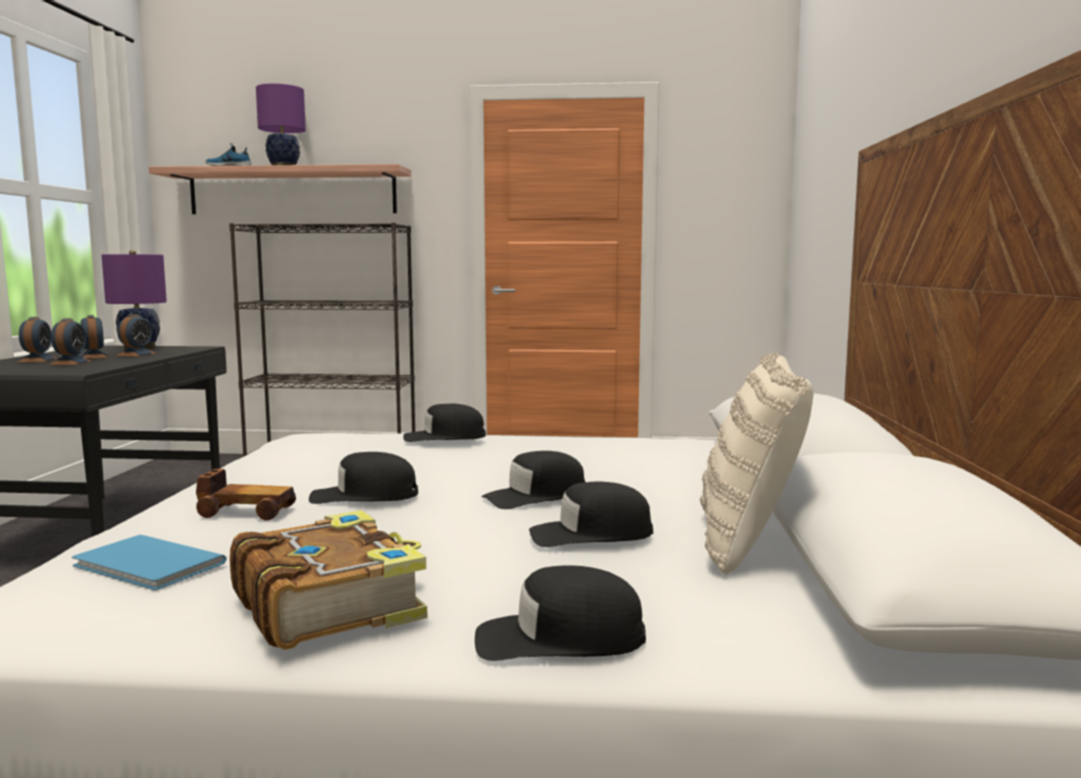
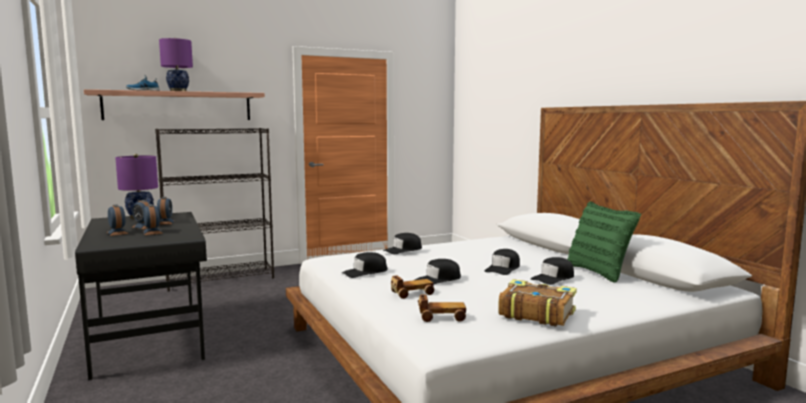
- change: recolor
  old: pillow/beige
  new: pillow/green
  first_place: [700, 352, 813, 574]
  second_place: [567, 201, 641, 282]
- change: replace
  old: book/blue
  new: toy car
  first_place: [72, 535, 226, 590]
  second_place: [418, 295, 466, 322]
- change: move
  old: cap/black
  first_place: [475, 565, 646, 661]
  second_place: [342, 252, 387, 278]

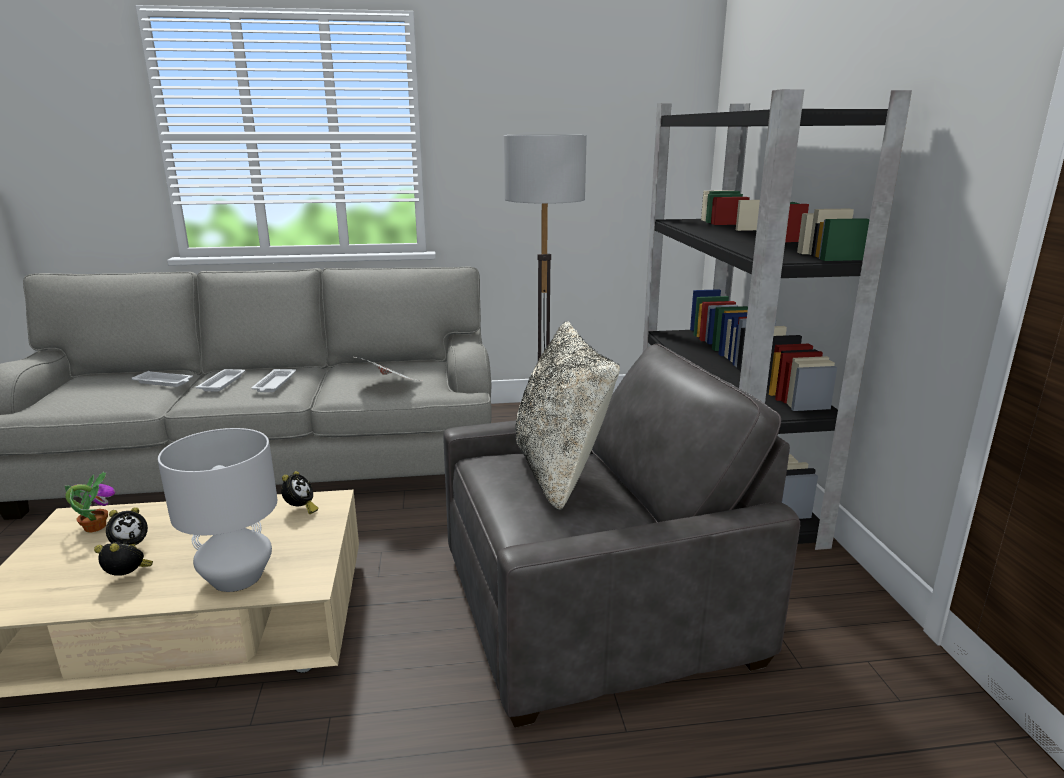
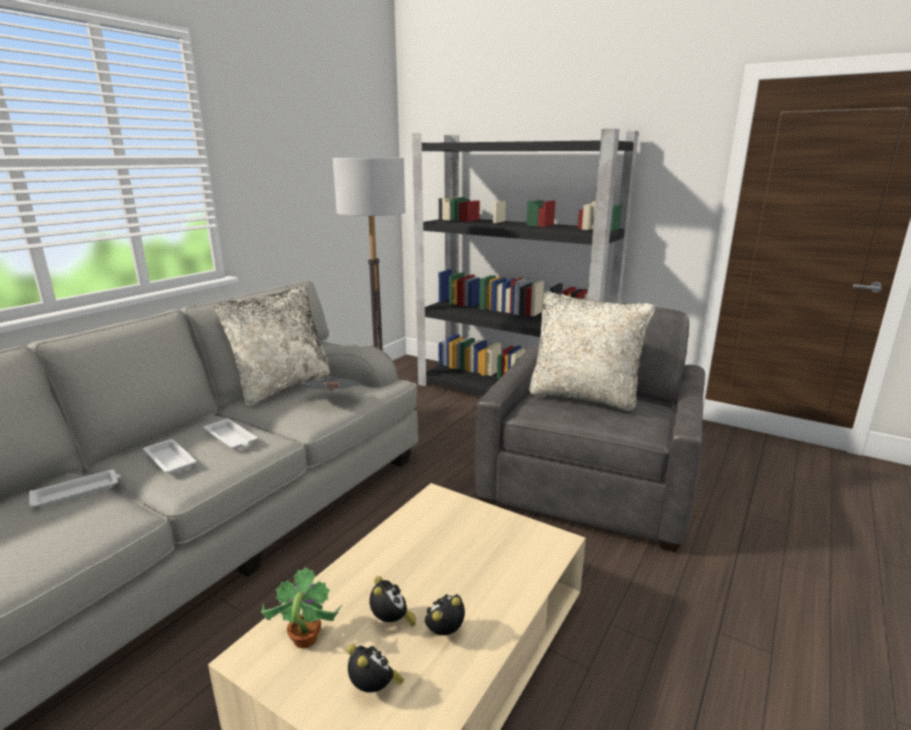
- change: delete
  old: table lamp/grey
  first_place: [158, 428, 277, 592]
- change: move
  old: alarm clock
  first_place: [281, 471, 319, 514]
  second_place: [347, 644, 404, 693]
- change: insert
  new: pillow/beige
  second_place: [214, 285, 330, 406]

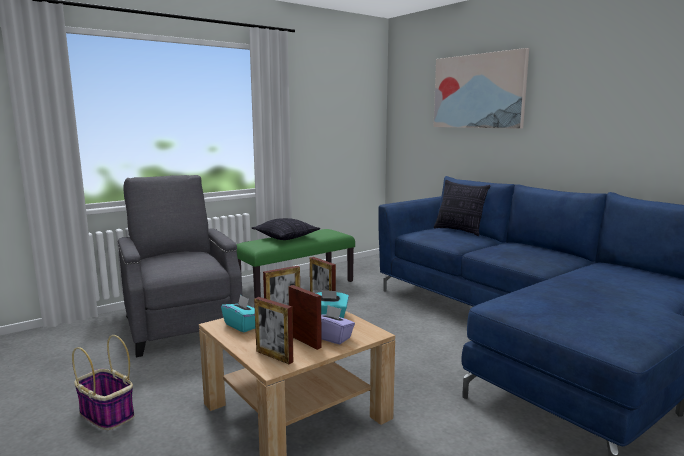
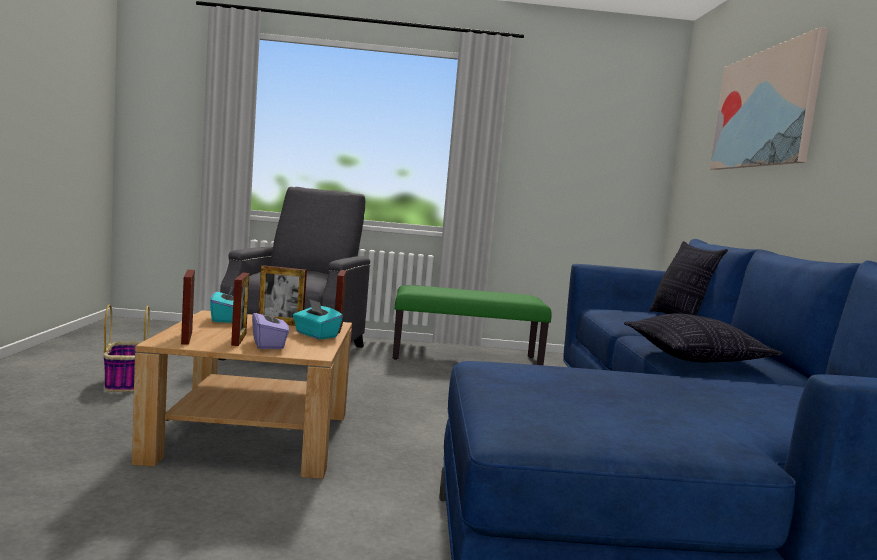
- change: move
  old: pillow
  first_place: [251, 218, 321, 240]
  second_place: [624, 314, 783, 362]

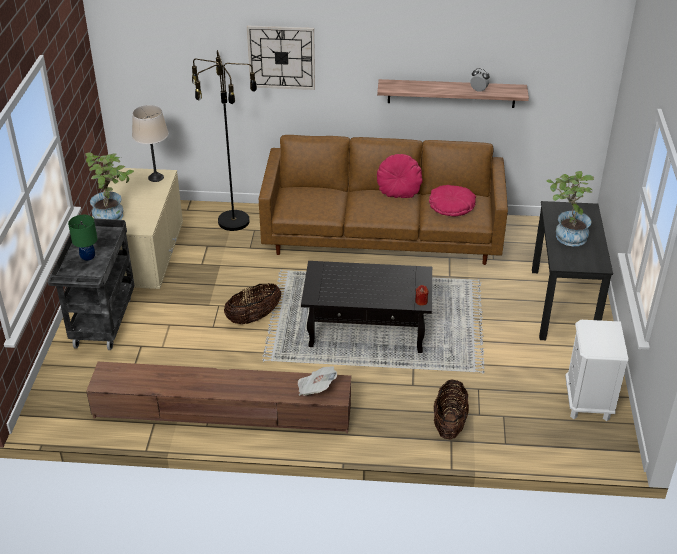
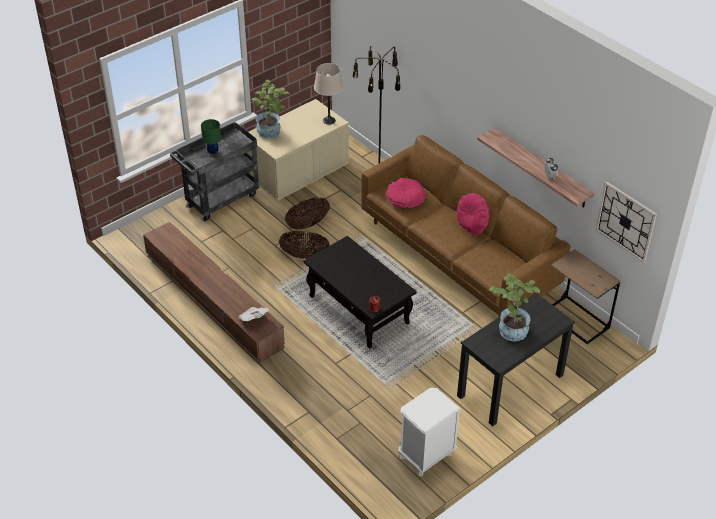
- change: move
  old: wall clock
  first_place: [247, 26, 315, 90]
  second_place: [595, 181, 657, 263]
- change: move
  old: pillow/pink
  first_place: [429, 185, 476, 217]
  second_place: [386, 178, 426, 208]
- change: move
  old: basket
  first_place: [434, 379, 469, 440]
  second_place: [285, 198, 330, 229]
- change: insert
  new: side table/brown
  second_place: [551, 249, 621, 344]

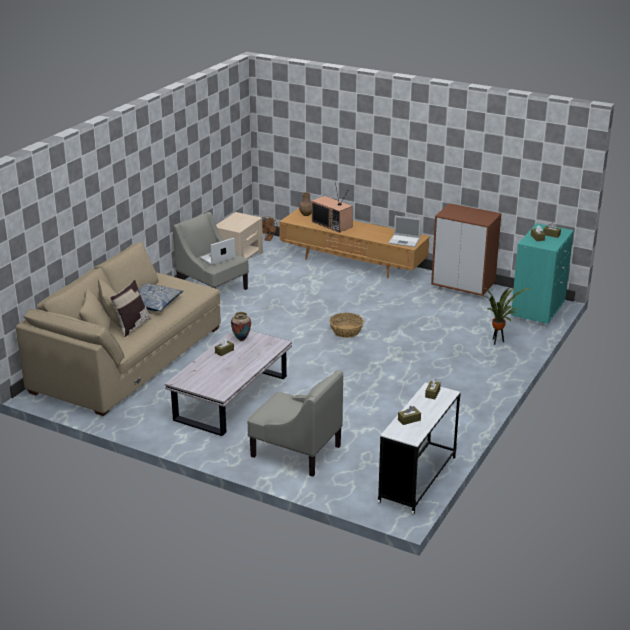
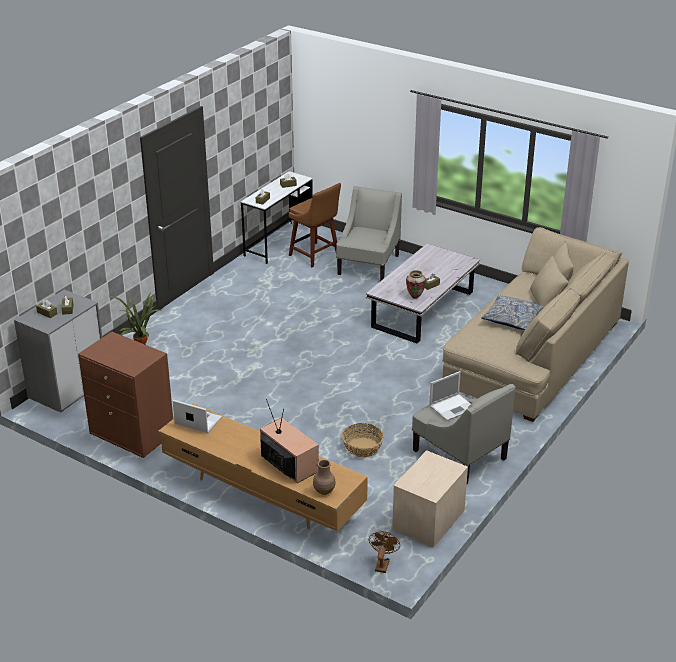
- change: recolor
  old: cabinet/turquoise
  new: cabinet/grey
  first_place: [511, 223, 574, 325]
  second_place: [14, 289, 102, 413]
- change: delete
  old: pillow
  first_place: [110, 280, 151, 337]
- change: move
  old: basket
  first_place: [329, 313, 364, 338]
  second_place: [342, 423, 384, 457]
- change: rotate
  old: armchair/grey
  first_place: [247, 370, 343, 477]
  second_place: [336, 186, 402, 281]
  degrees: 75
- change: insert
  new: chair/brown
  second_place: [289, 183, 341, 267]

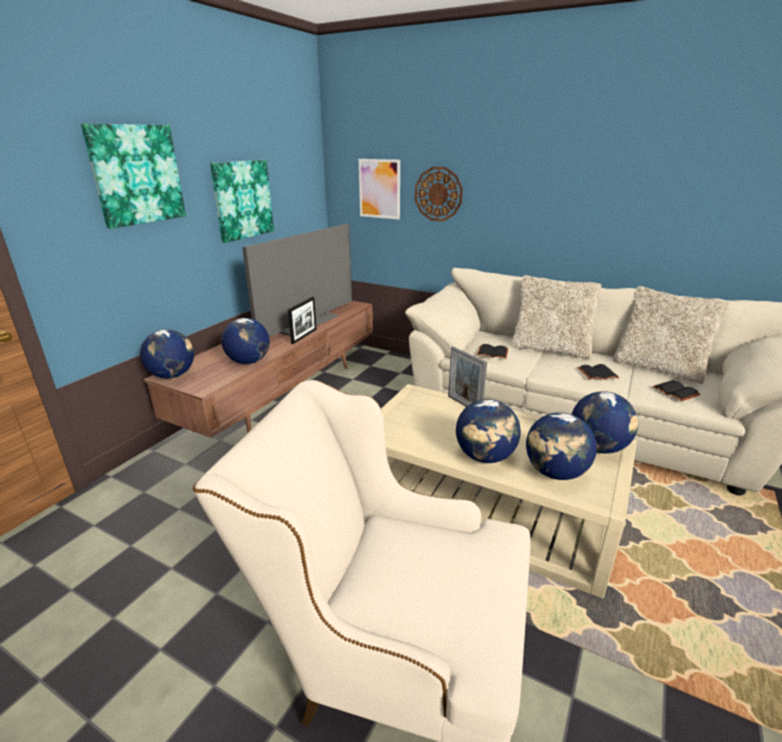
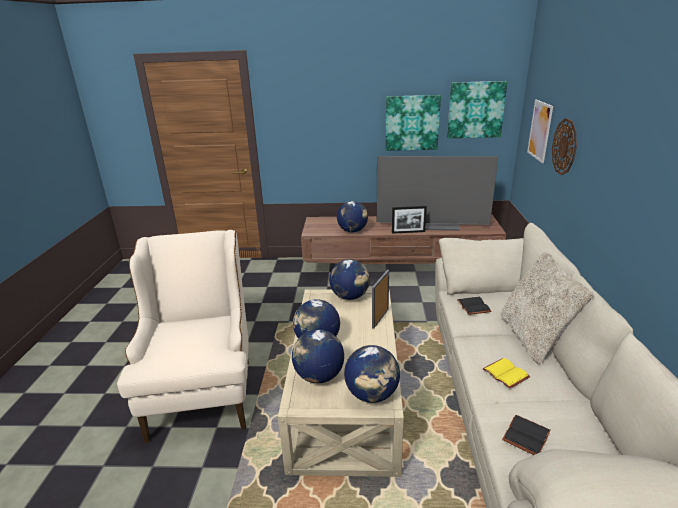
- change: move
  old: picture
  first_place: [81, 124, 186, 229]
  second_place: [447, 81, 507, 138]
- change: delete
  old: pillow/beige
  first_place: [613, 286, 729, 384]
- change: move
  old: globe
  first_place: [140, 329, 194, 378]
  second_place: [329, 259, 370, 300]
- change: recolor
  old: book/black
  new: book/yellow
  first_place: [578, 364, 620, 380]
  second_place: [483, 358, 530, 389]

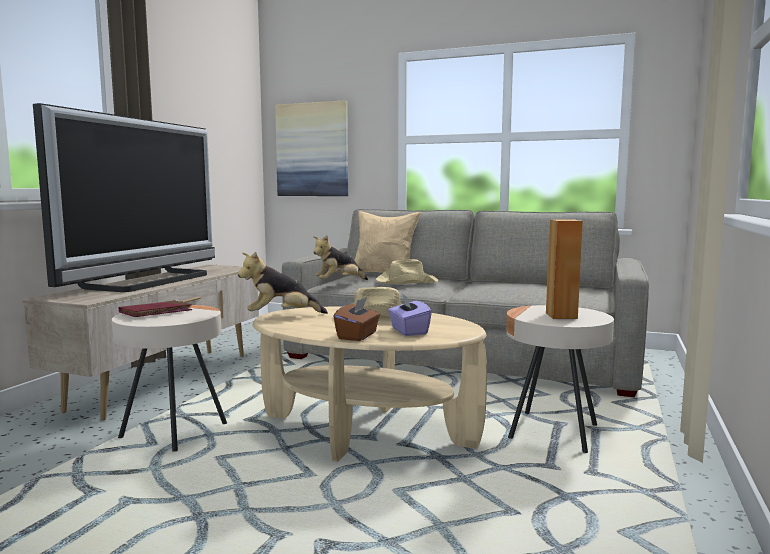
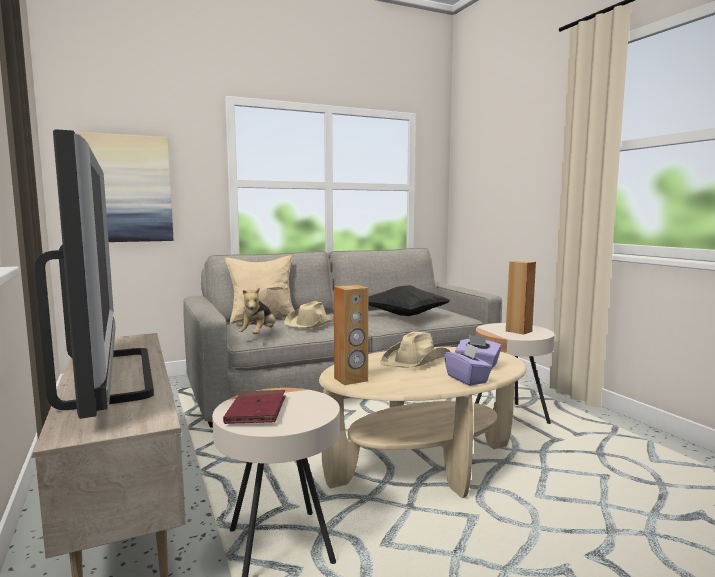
- change: replace
  old: plush toy
  new: speaker/brown
  first_place: [238, 252, 328, 314]
  second_place: [334, 285, 368, 385]
- change: recolor
  old: tissue box/brown
  new: tissue box/purple
  first_place: [333, 297, 380, 341]
  second_place: [444, 343, 493, 386]
- change: insert
  new: pillow/black
  second_place: [368, 285, 450, 316]

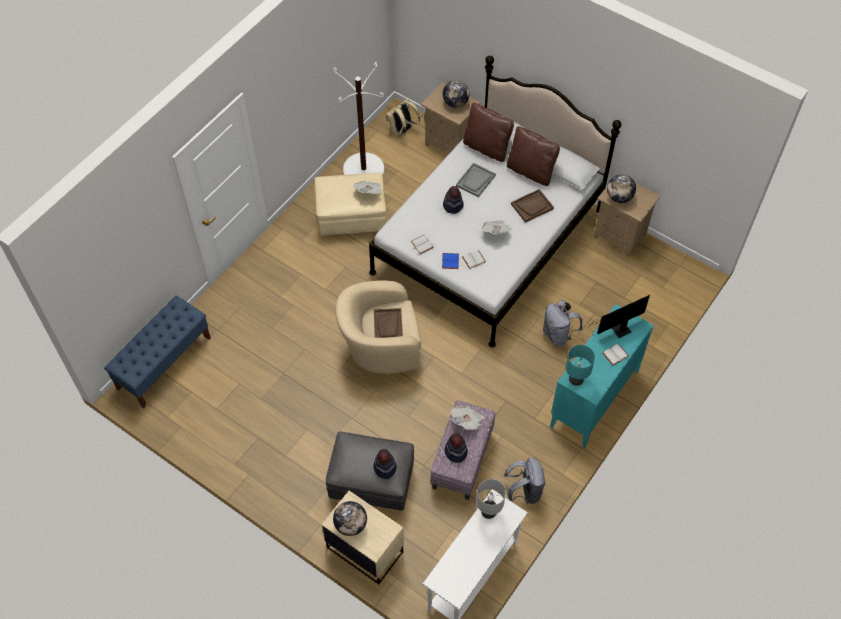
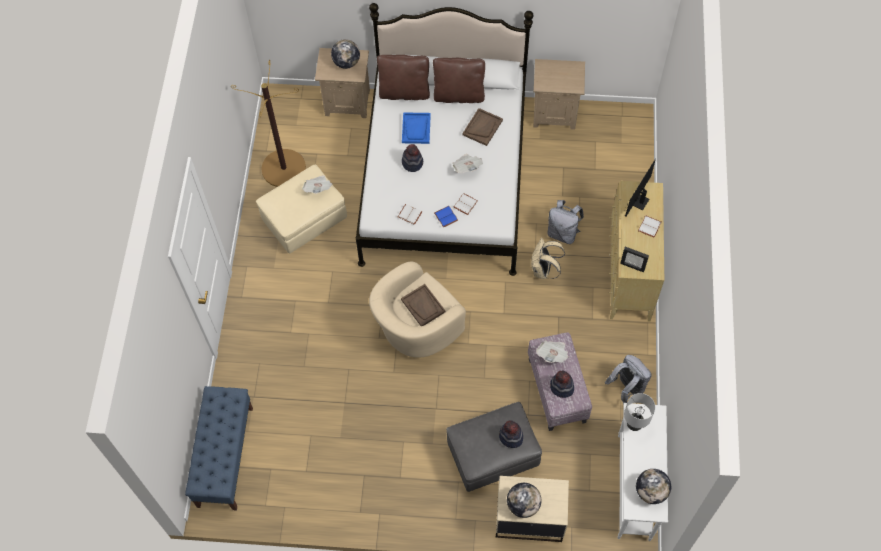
- change: recolor
  old: clothes rack/white
  new: clothes rack/brown
  first_place: [333, 62, 384, 175]
  second_place: [231, 60, 306, 187]
- change: move
  old: backpack/beige
  first_place: [386, 99, 420, 136]
  second_place: [531, 238, 565, 279]
- change: recolor
  old: tray/grey
  new: tray/blue
  first_place: [456, 163, 496, 197]
  second_place: [402, 112, 431, 144]
- change: move
  old: globe
  first_place: [607, 174, 636, 203]
  second_place: [636, 469, 671, 504]
- change: recolor
  old: dresser/turquoise
  new: dresser/beige
  first_place: [550, 304, 654, 448]
  second_place: [609, 181, 664, 322]
- change: replace
  old: table lamp/turquoise
  new: picture frame
  first_place: [566, 345, 595, 386]
  second_place: [620, 247, 649, 273]

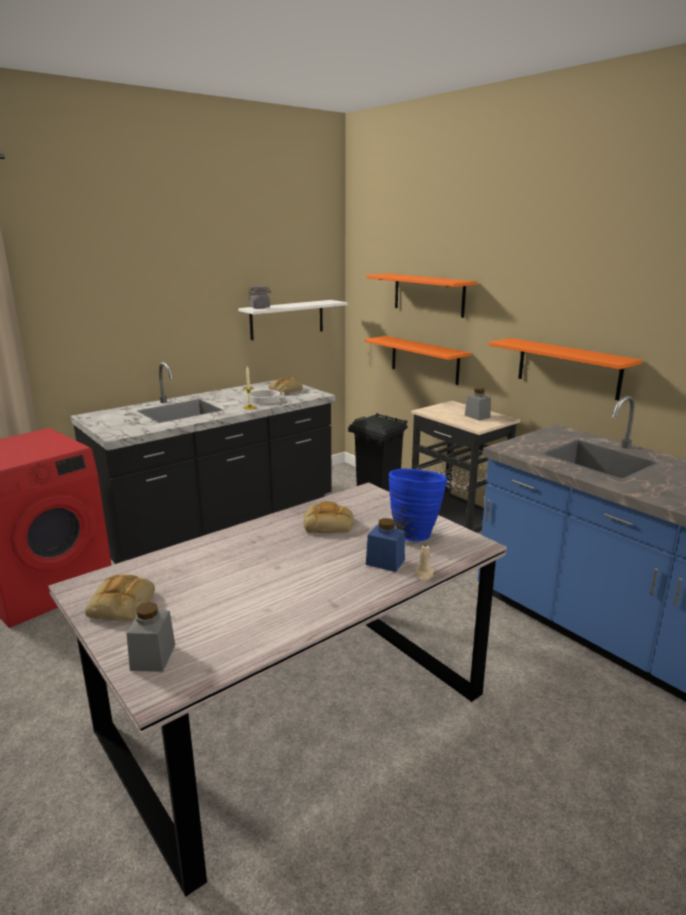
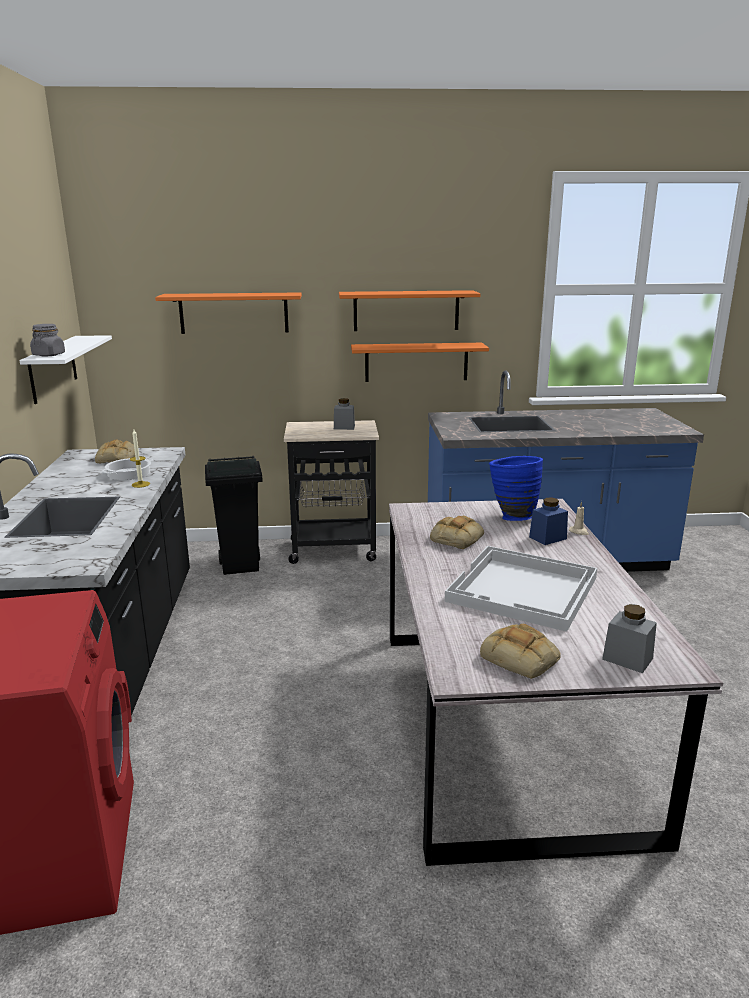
- change: move
  old: shelf/orange
  first_place: [365, 336, 471, 385]
  second_place: [339, 290, 480, 331]
- change: insert
  new: tray/white
  second_place: [445, 546, 597, 632]

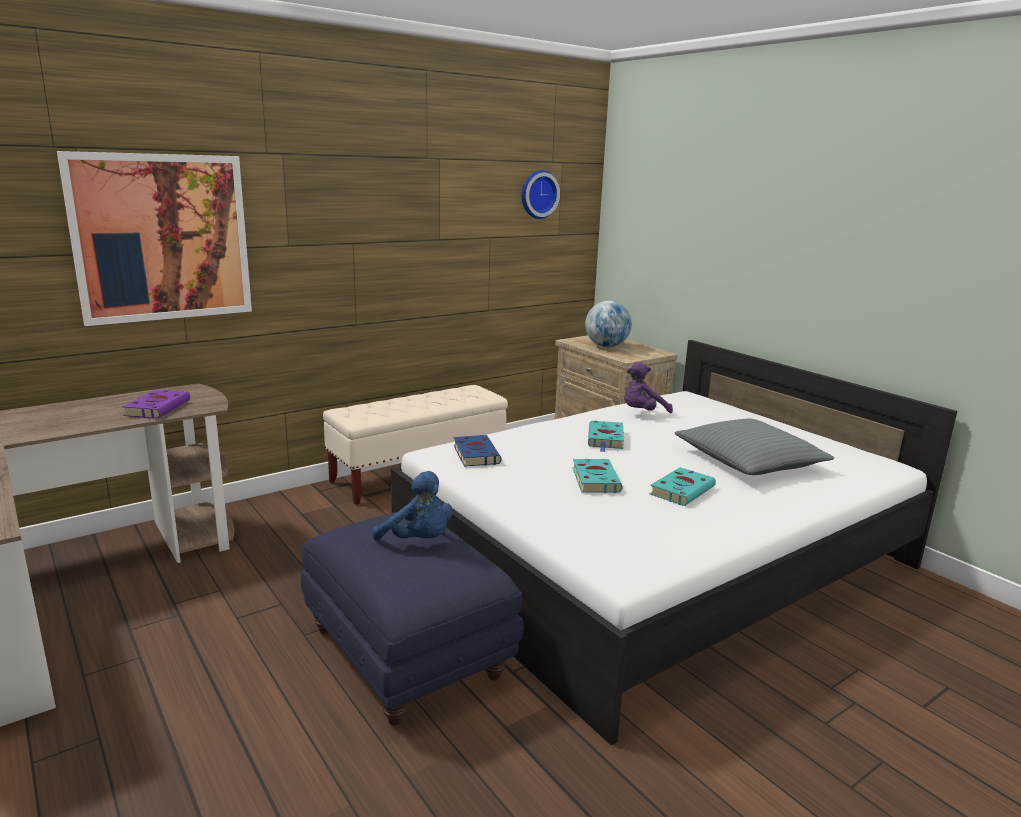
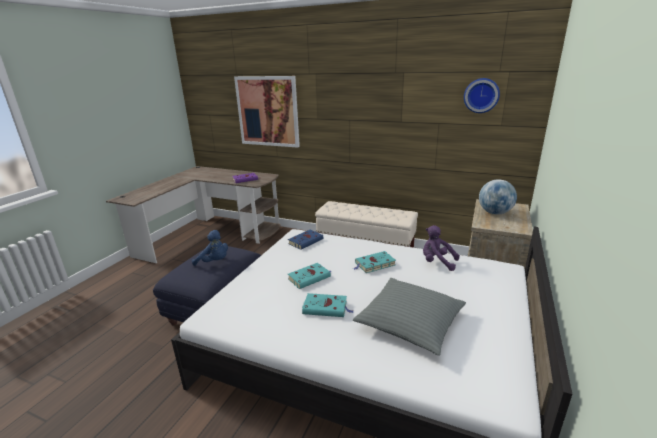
- change: rotate
  old: plush toy/blue
  first_place: [372, 471, 453, 541]
  second_place: [192, 230, 228, 266]
  degrees: -75

